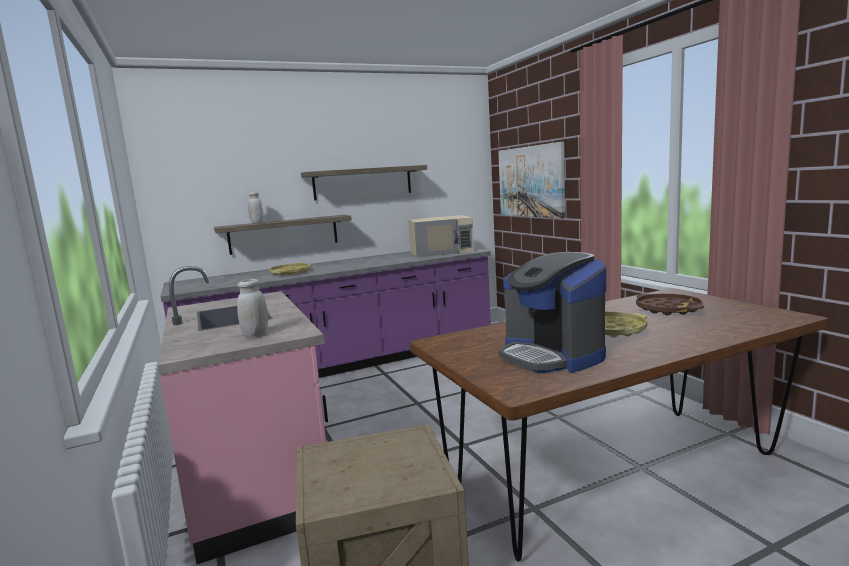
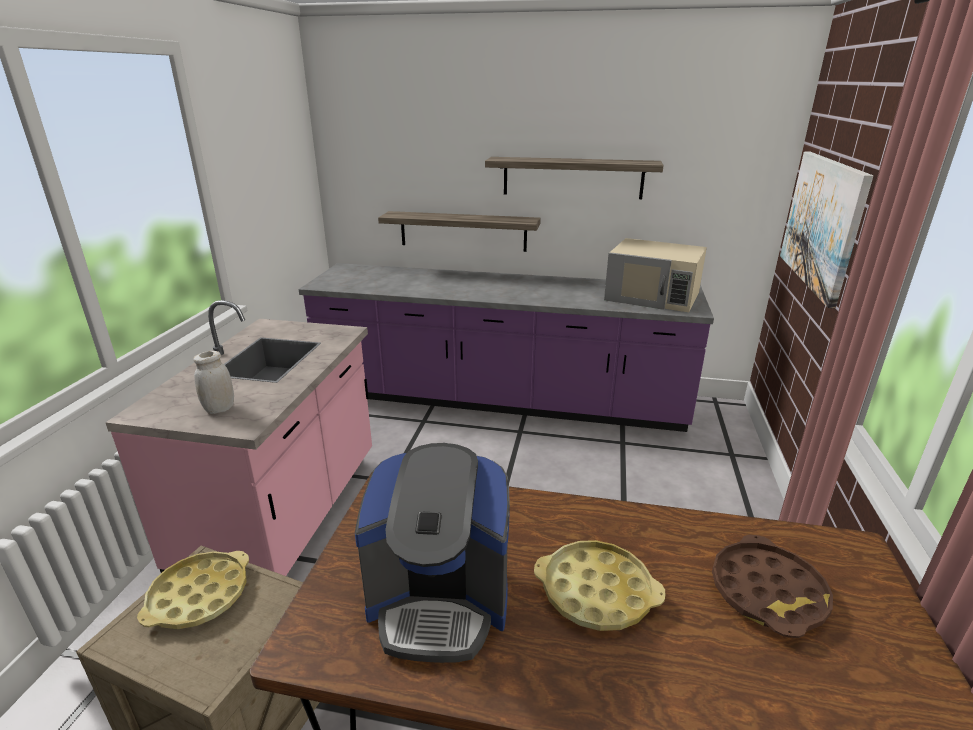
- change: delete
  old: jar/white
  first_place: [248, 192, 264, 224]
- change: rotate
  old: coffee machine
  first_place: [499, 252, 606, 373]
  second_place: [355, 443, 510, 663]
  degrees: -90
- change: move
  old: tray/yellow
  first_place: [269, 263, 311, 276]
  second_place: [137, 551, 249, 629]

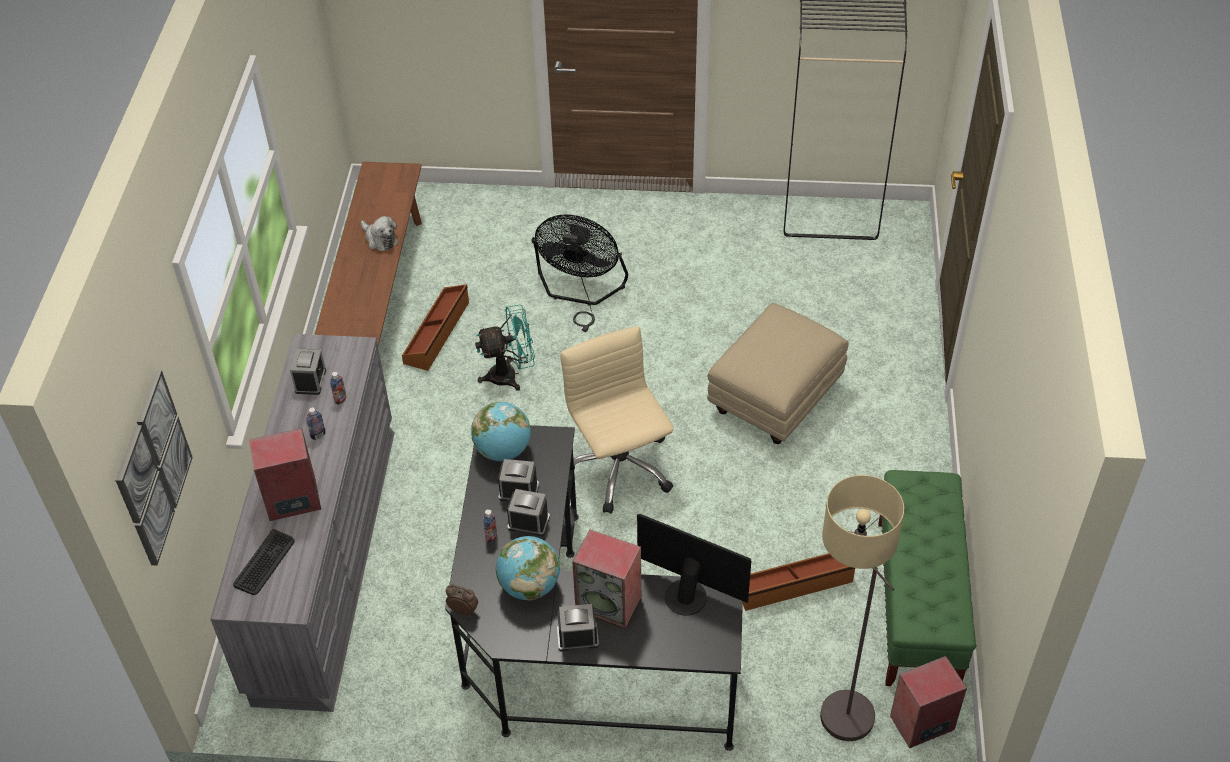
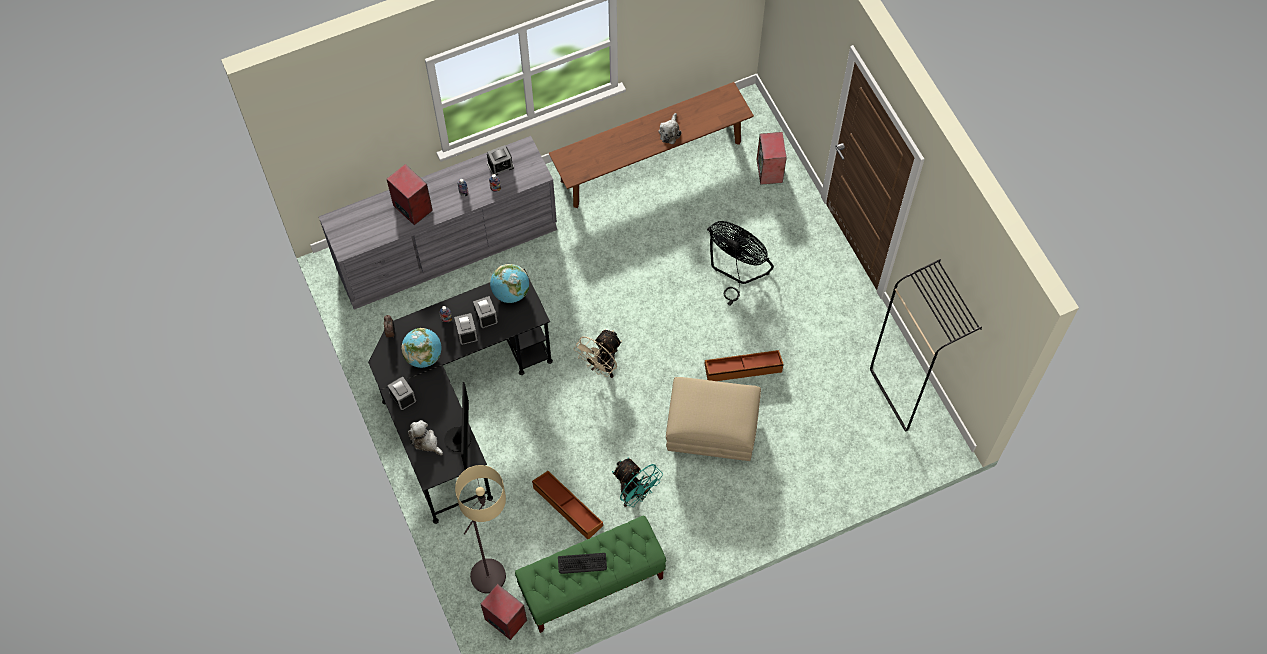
- change: rotate
  old: fan/black
  first_place: [531, 215, 628, 332]
  second_place: [707, 221, 774, 306]
  degrees: -45
- change: move
  old: storage box/brown
  first_place: [402, 284, 469, 371]
  second_place: [705, 350, 784, 381]
- change: move
  old: fan/turquoise
  first_place: [475, 305, 535, 391]
  second_place: [612, 458, 663, 507]
- change: replace
  old: office chair/beige
  new: fan/beige
  first_place: [560, 326, 673, 514]
  second_place: [574, 329, 622, 378]
- change: delete
  old: picture
  first_place: [115, 370, 193, 565]
- change: move
  old: keyboard
  first_place: [233, 529, 295, 595]
  second_place: [558, 553, 607, 574]
- change: move
  old: speaker
  first_place: [572, 529, 641, 629]
  second_place: [756, 132, 787, 185]
- change: insert
  new: plush toy
  second_place: [408, 420, 443, 455]

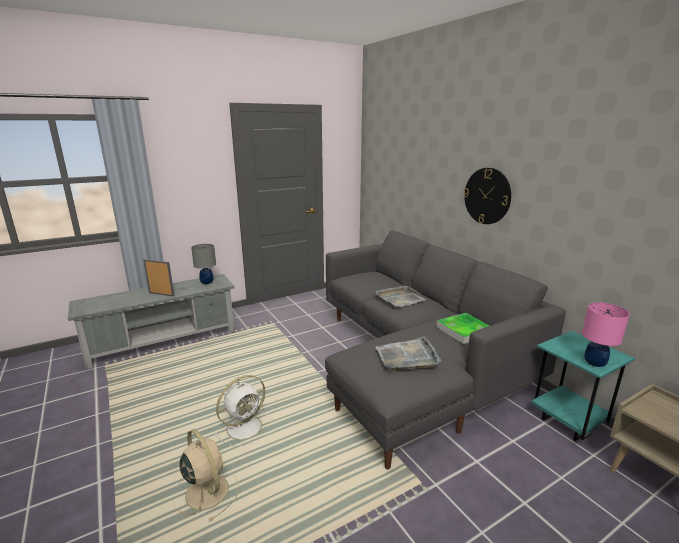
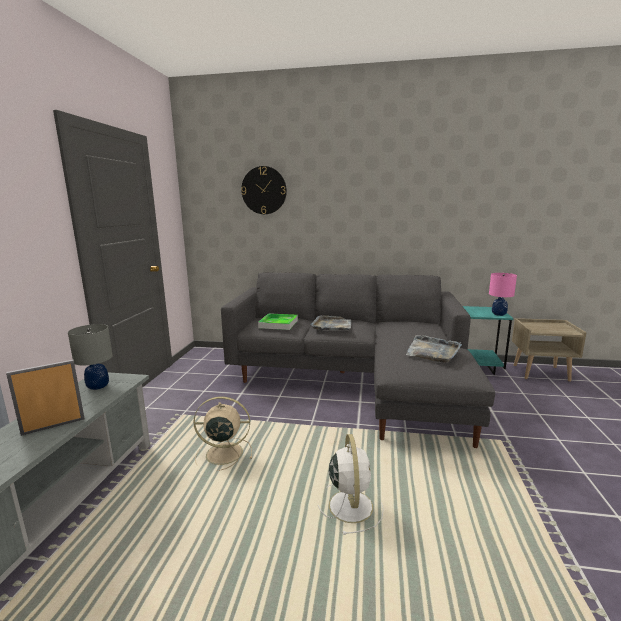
- change: move
  old: wall clock
  first_place: [463, 168, 511, 224]
  second_place: [241, 166, 287, 214]
- change: move
  old: tray
  first_place: [437, 313, 489, 344]
  second_place: [258, 313, 298, 330]
- change: move
  old: fan/beige
  first_place: [175, 429, 239, 522]
  second_place: [193, 397, 252, 471]

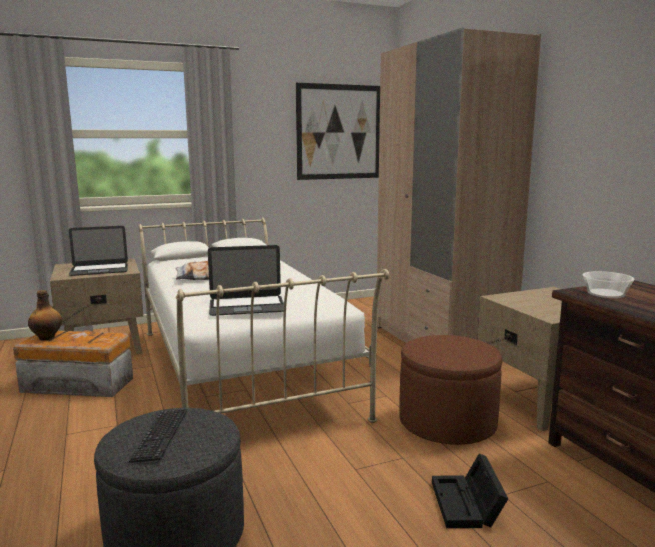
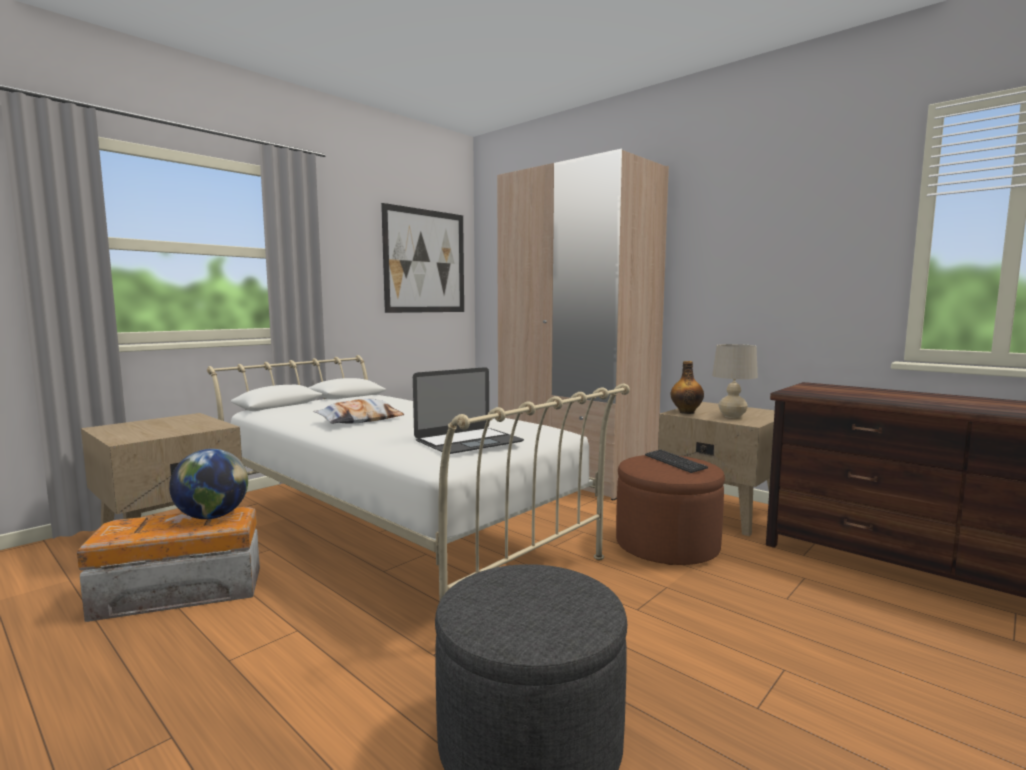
- change: delete
  old: laptop
  first_place: [68, 226, 128, 276]
- change: delete
  old: bowl
  first_place: [583, 271, 634, 298]
- change: move
  old: bottle
  first_place: [28, 290, 62, 340]
  second_place: [671, 361, 704, 414]
- change: move
  old: keyboard
  first_place: [129, 409, 187, 463]
  second_place: [645, 450, 708, 473]
- change: delete
  old: storage box/black
  first_place: [432, 453, 508, 528]
- change: insert
  new: table lamp/beige
  second_place: [712, 344, 758, 418]
- change: insert
  new: globe
  second_place: [169, 449, 248, 519]

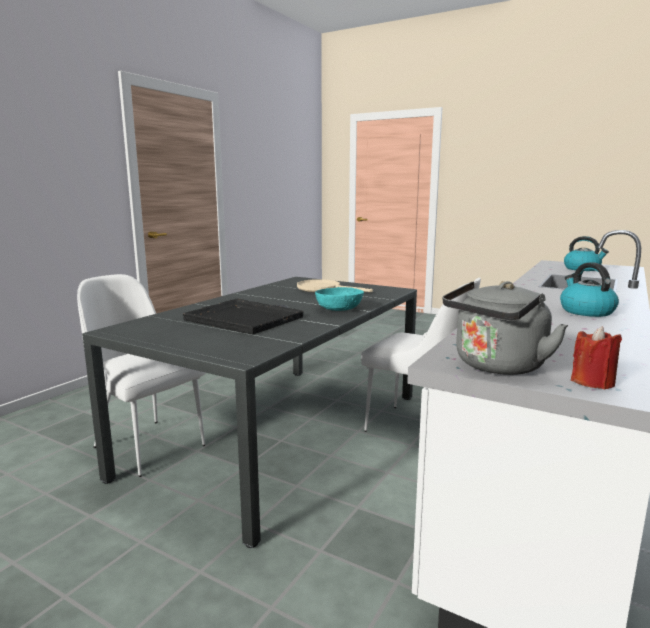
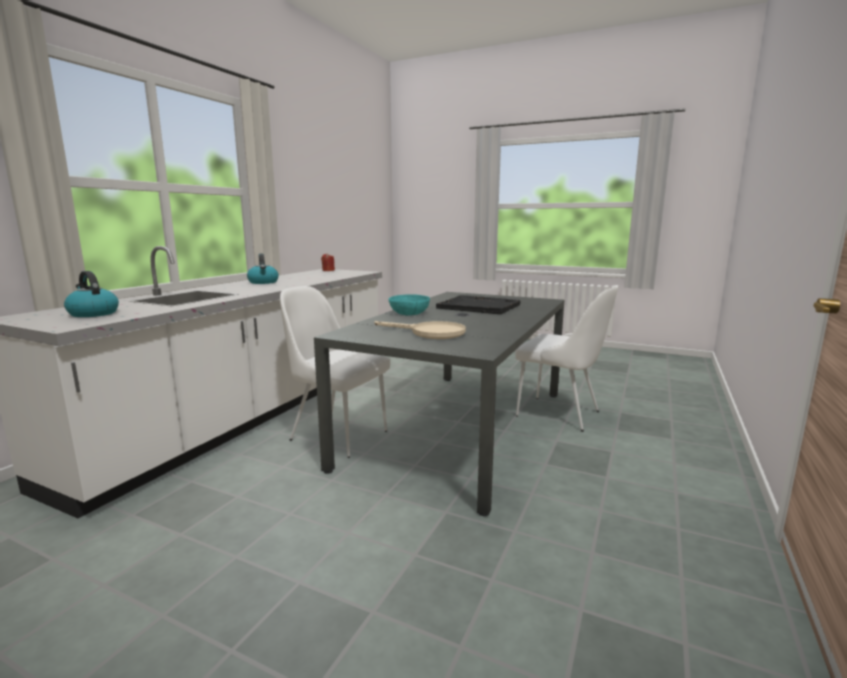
- change: delete
  old: kettle/grey
  first_place: [443, 281, 568, 375]

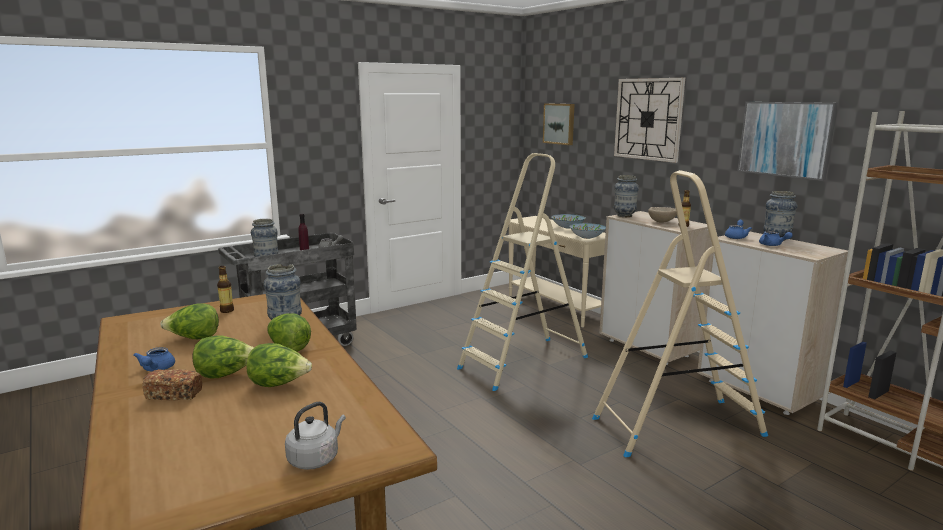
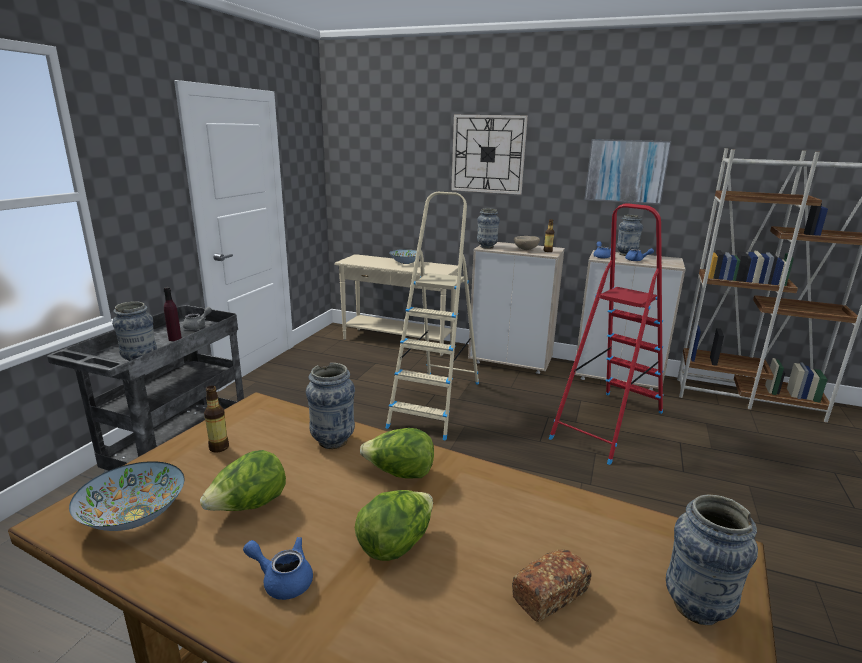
- change: delete
  old: picture
  first_place: [543, 103, 575, 145]
- change: recolor
  old: step ladder/beige
  new: step ladder/red
  first_place: [592, 170, 768, 457]
  second_place: [549, 203, 664, 465]
- change: move
  old: bowl
  first_place: [569, 223, 606, 239]
  second_place: [69, 461, 184, 531]
- change: delete
  old: lettuce
  first_place: [246, 343, 312, 387]
- change: rotate
  old: teapot/blue
  first_place: [133, 347, 175, 371]
  second_place: [243, 537, 313, 600]
  degrees: 150
- change: move
  old: bread
  first_place: [142, 369, 202, 400]
  second_place: [512, 549, 592, 622]
- change: replace
  old: kettle/grey
  new: vase
  first_place: [285, 402, 346, 470]
  second_place: [666, 495, 758, 625]

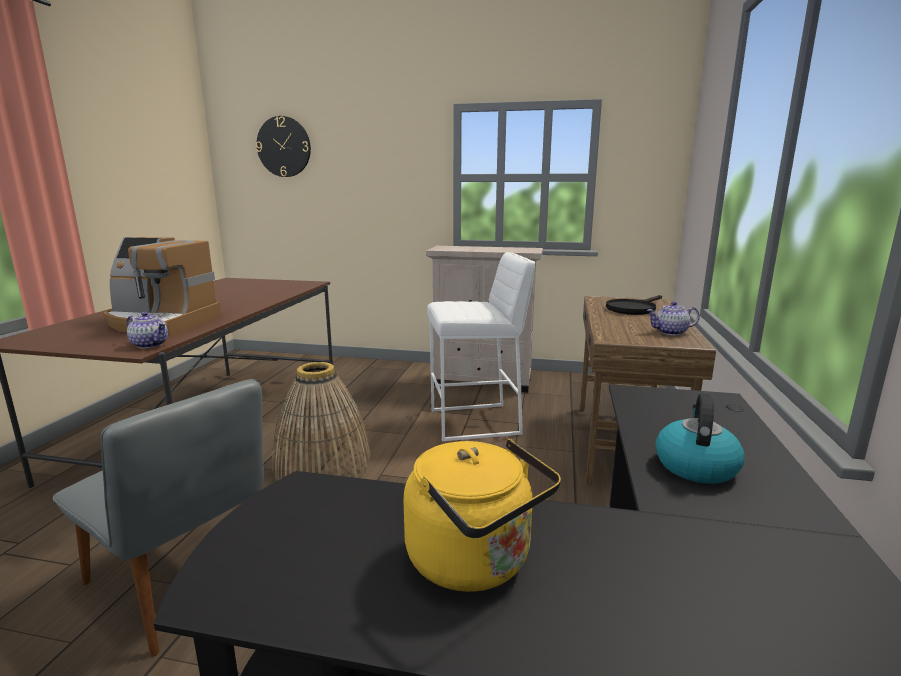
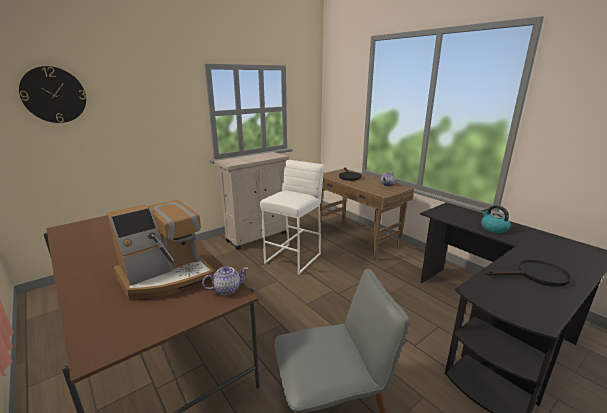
- change: delete
  old: basket
  first_place: [272, 362, 372, 480]
- change: replace
  old: kettle/yellow
  new: frying pan/black
  first_place: [403, 439, 561, 592]
  second_place: [485, 260, 571, 287]

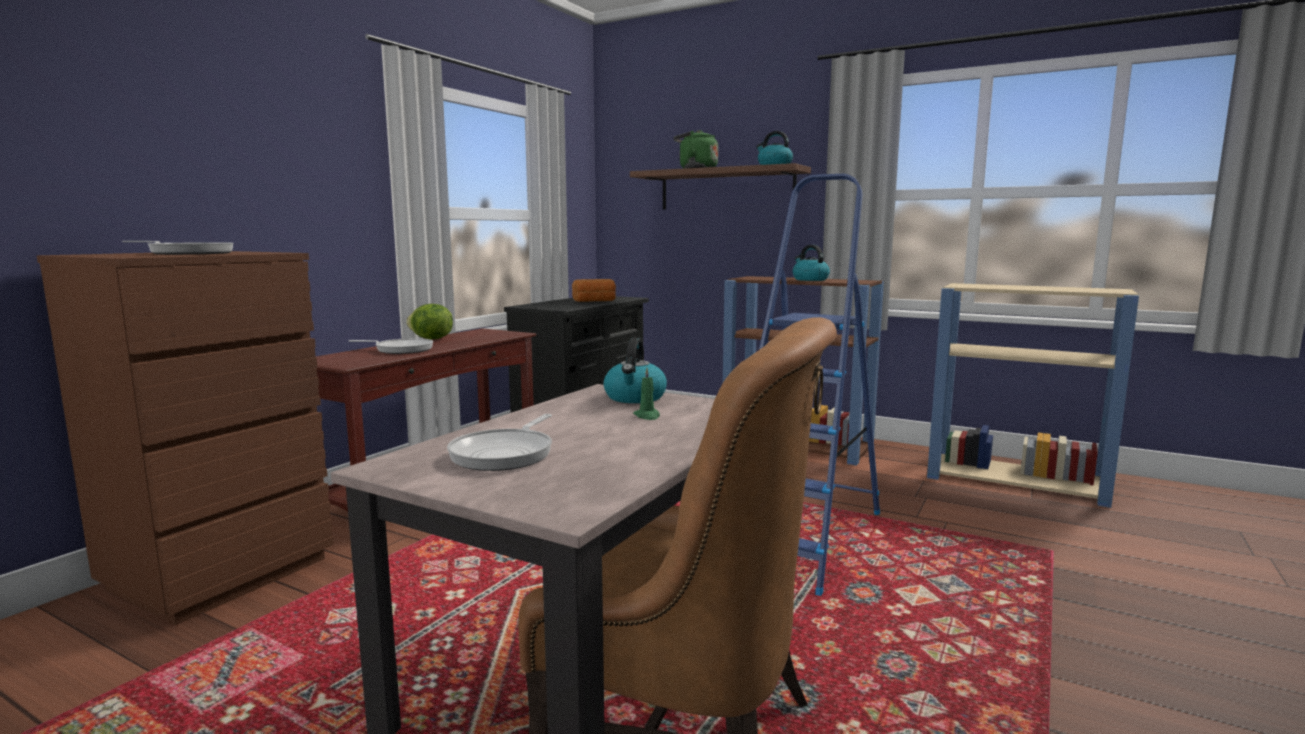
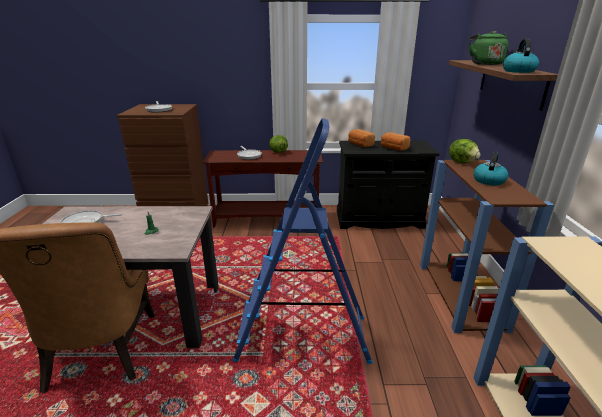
- change: delete
  old: kettle
  first_place: [603, 338, 667, 403]
- change: insert
  new: bread
  second_place: [348, 129, 375, 147]
- change: insert
  new: lettuce
  second_place: [449, 139, 481, 163]

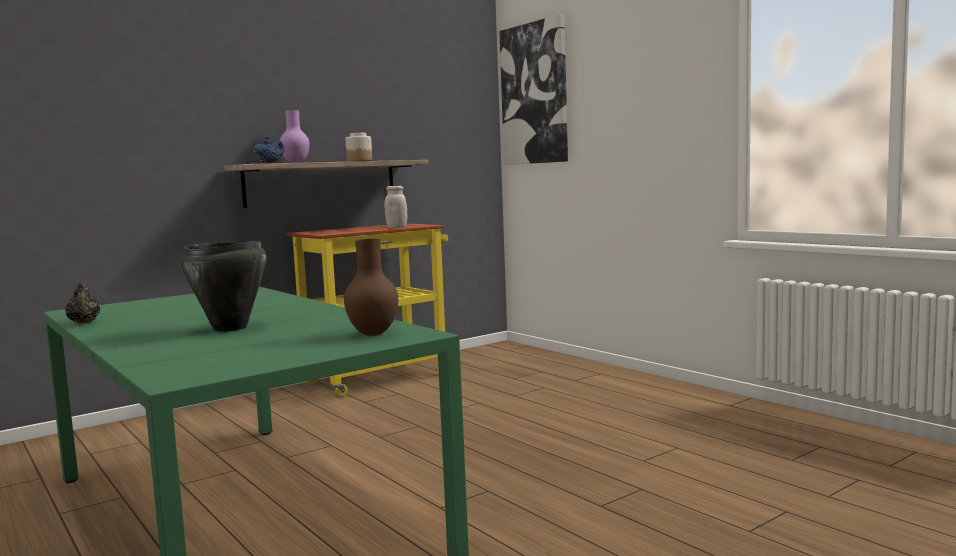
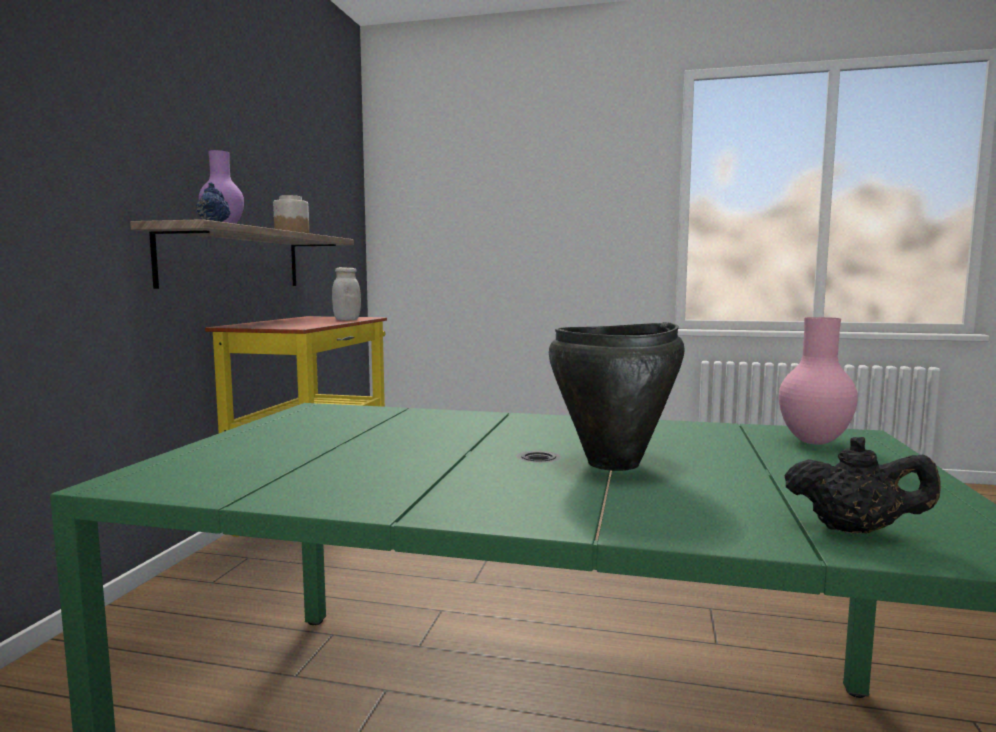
- change: delete
  old: picture
  first_place: [499, 14, 568, 165]
- change: recolor
  old: vase/brown
  new: vase/pink
  first_place: [344, 239, 398, 336]
  second_place: [779, 317, 858, 445]
- change: move
  old: teapot/black
  first_place: [65, 283, 100, 323]
  second_place: [784, 437, 940, 534]

